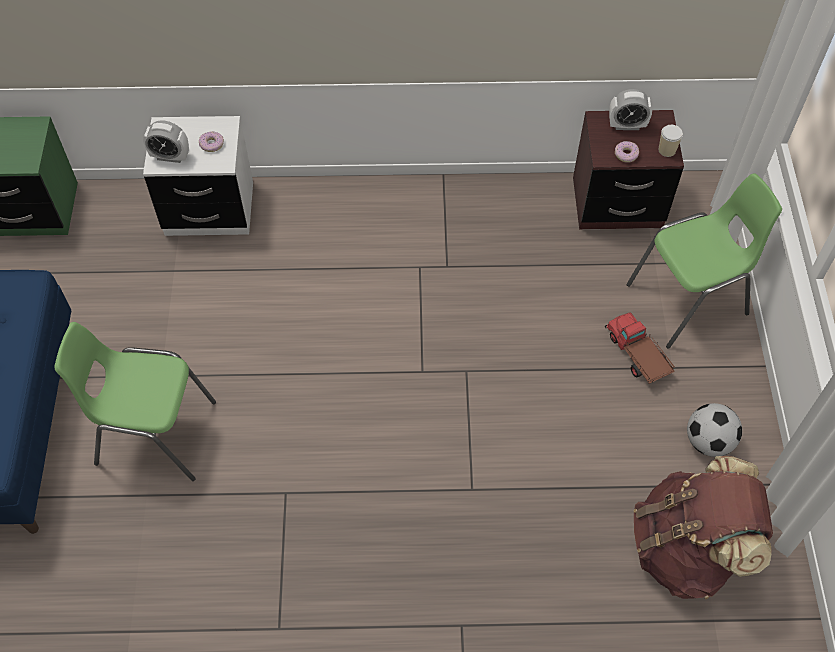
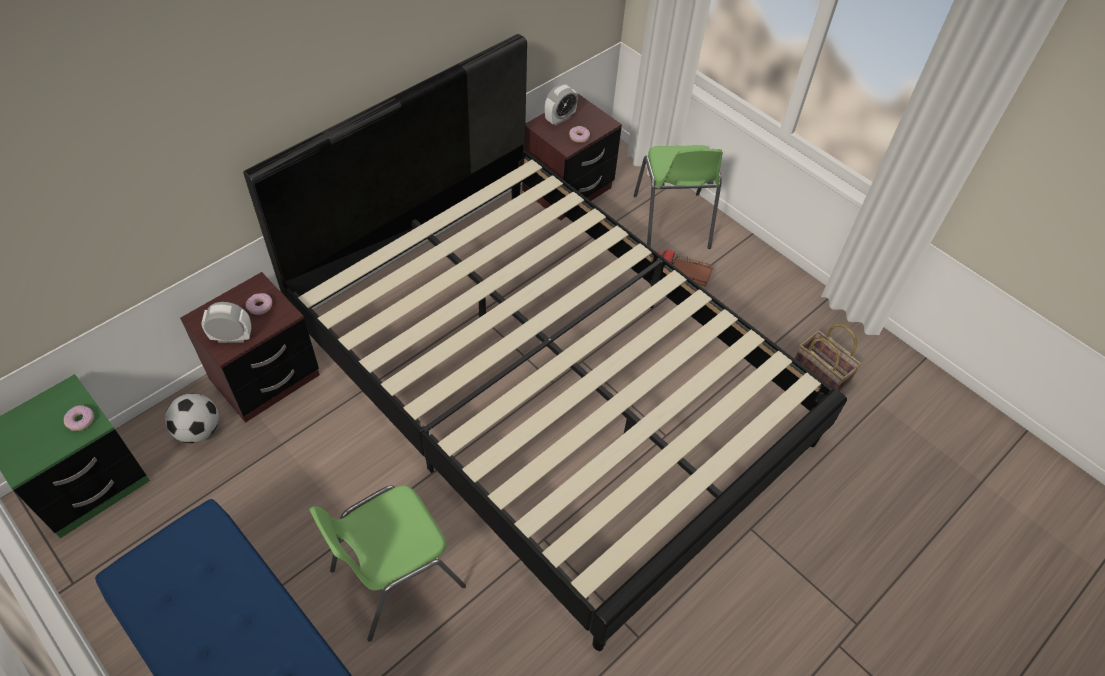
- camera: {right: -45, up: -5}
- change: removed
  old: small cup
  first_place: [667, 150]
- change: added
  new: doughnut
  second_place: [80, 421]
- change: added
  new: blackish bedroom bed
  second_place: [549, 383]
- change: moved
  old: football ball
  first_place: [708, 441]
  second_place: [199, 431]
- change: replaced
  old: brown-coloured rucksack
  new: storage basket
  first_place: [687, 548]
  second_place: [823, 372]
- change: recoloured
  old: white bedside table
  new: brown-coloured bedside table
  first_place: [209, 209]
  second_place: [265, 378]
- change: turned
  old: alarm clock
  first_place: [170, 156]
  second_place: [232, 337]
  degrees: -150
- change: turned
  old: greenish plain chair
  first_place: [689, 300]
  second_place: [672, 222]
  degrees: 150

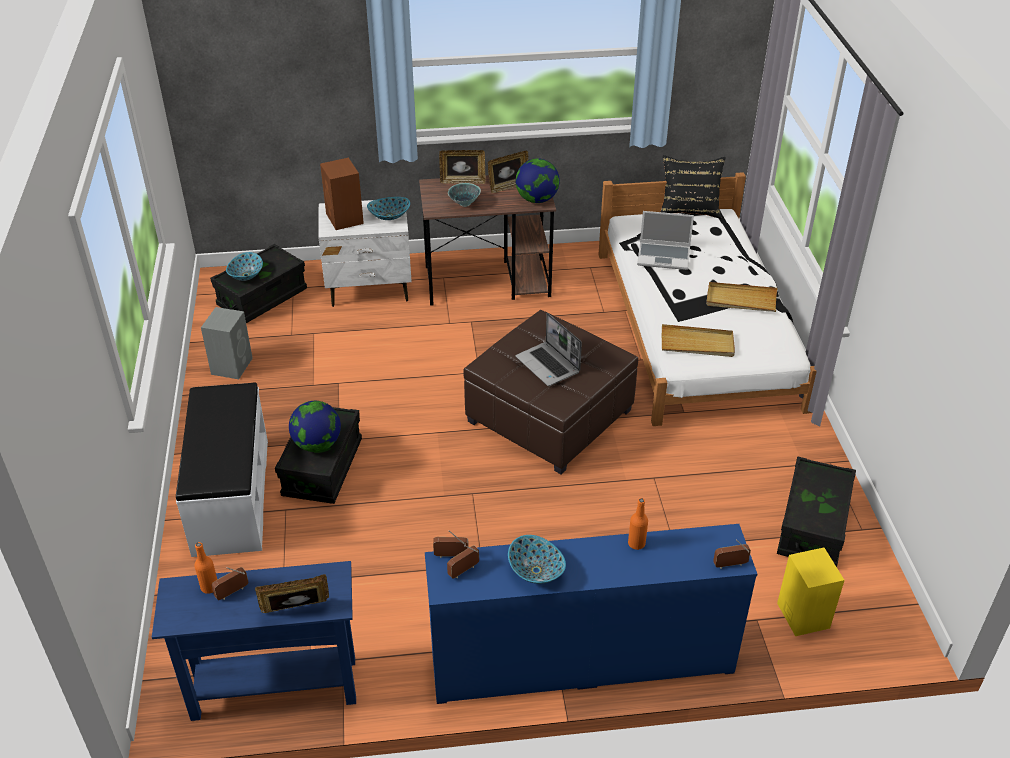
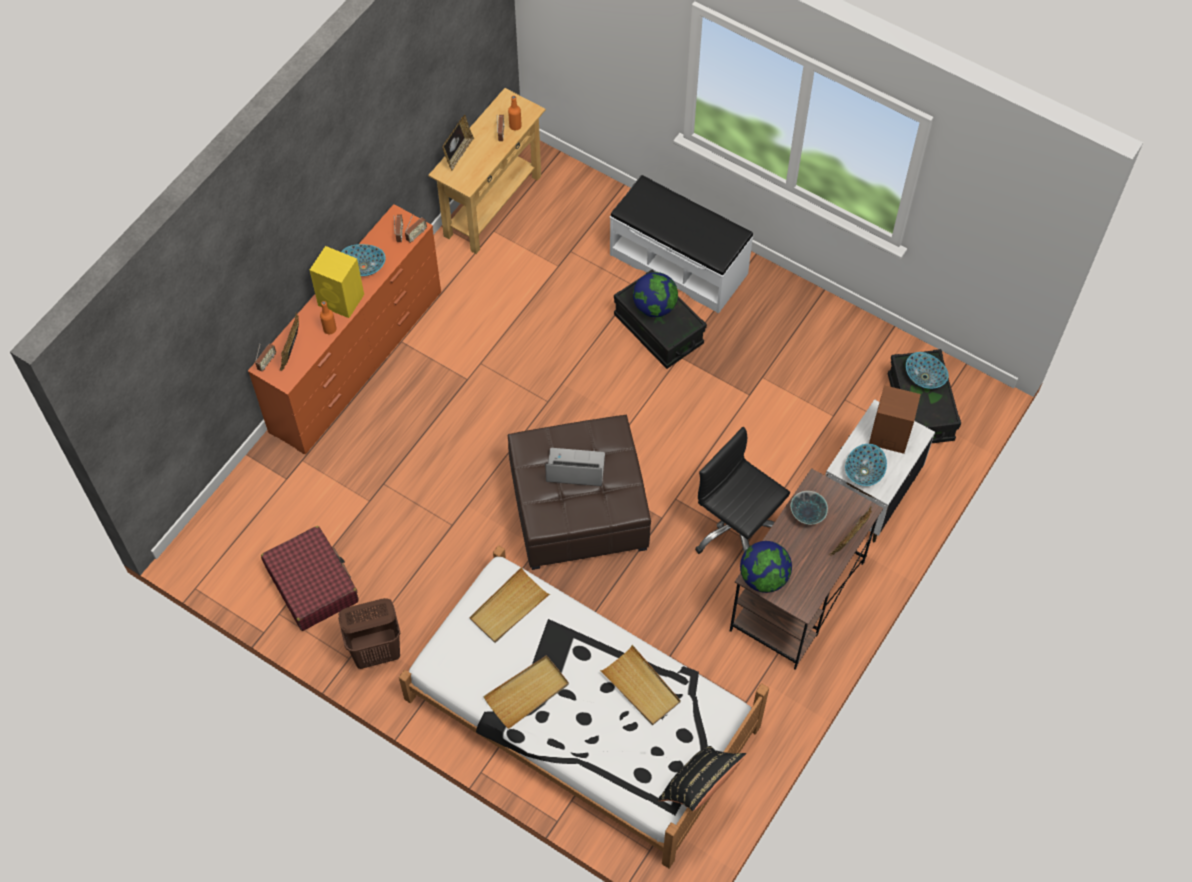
- camera: {right: 130, up: 20}
- change: removed
  old: grey audio speaker
  first_place: [232, 365]
- change: added
  new: brown-coloured hamper
  second_place: [377, 651]
- change: added
  new: blackish computer chair
  second_place: [736, 529]
- change: moved
  old: picture frame
  first_place: [508, 186]
  second_place: [292, 351]
- change: moved
  old: yellowish audio speaker
  first_place: [802, 614]
  second_place: [342, 300]
- change: replaced
  old: laptop
  new: beige tray
  first_place: [664, 256]
  second_place: [641, 687]
- change: replaced
  old: blackish storage container
  new: red-coloured travel case
  first_place: [812, 527]
  second_place: [312, 584]
- change: recoloured
  old: blue-coloured console table
  new: beige console table
  first_place: [274, 688]
  second_place: [492, 206]
- change: recoloured
  old: blue-coloured dresser
  new: orange dresser
  first_place: [581, 661]
  second_place: [357, 361]

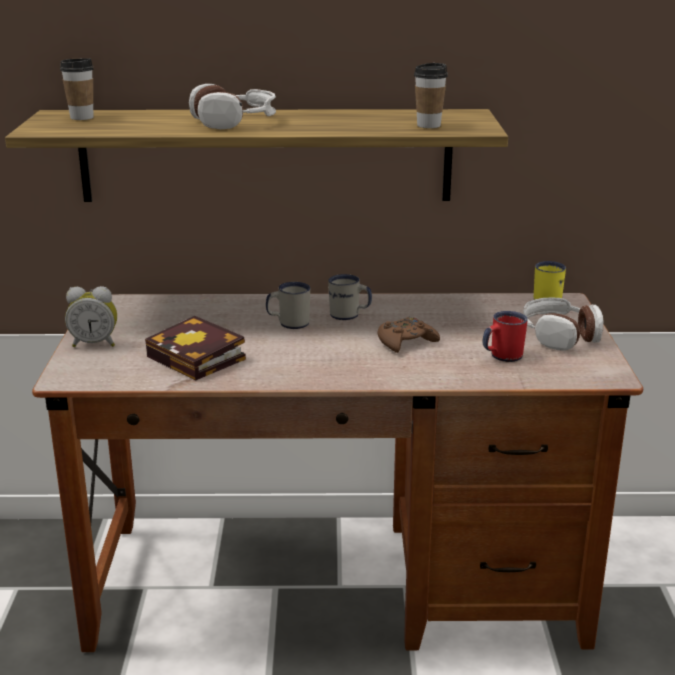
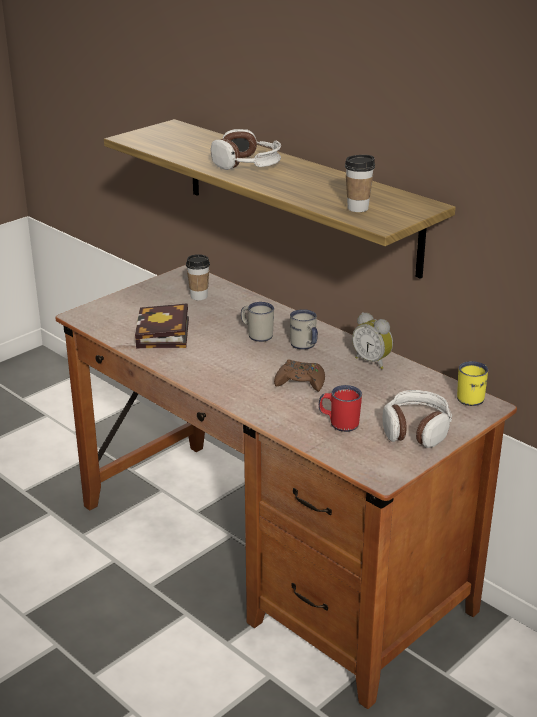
- camera: {right: 45, up: 5}
- change: moved
  old: small cup
  first_place: [82, 117]
  second_place: [199, 296]
- change: moved
  old: alarm clock
  first_place: [95, 343]
  second_place: [373, 361]

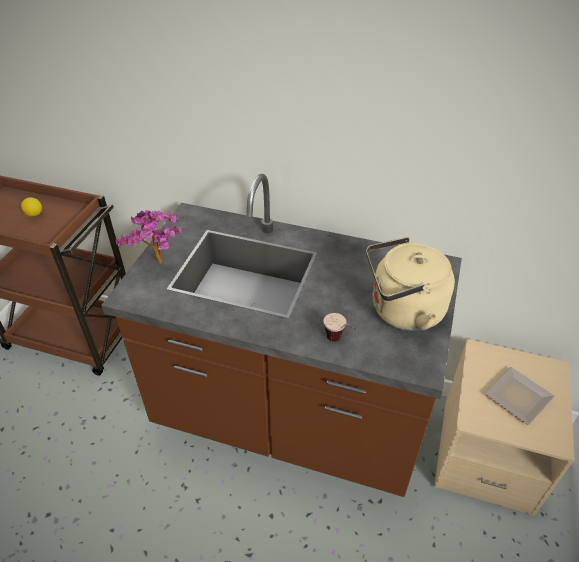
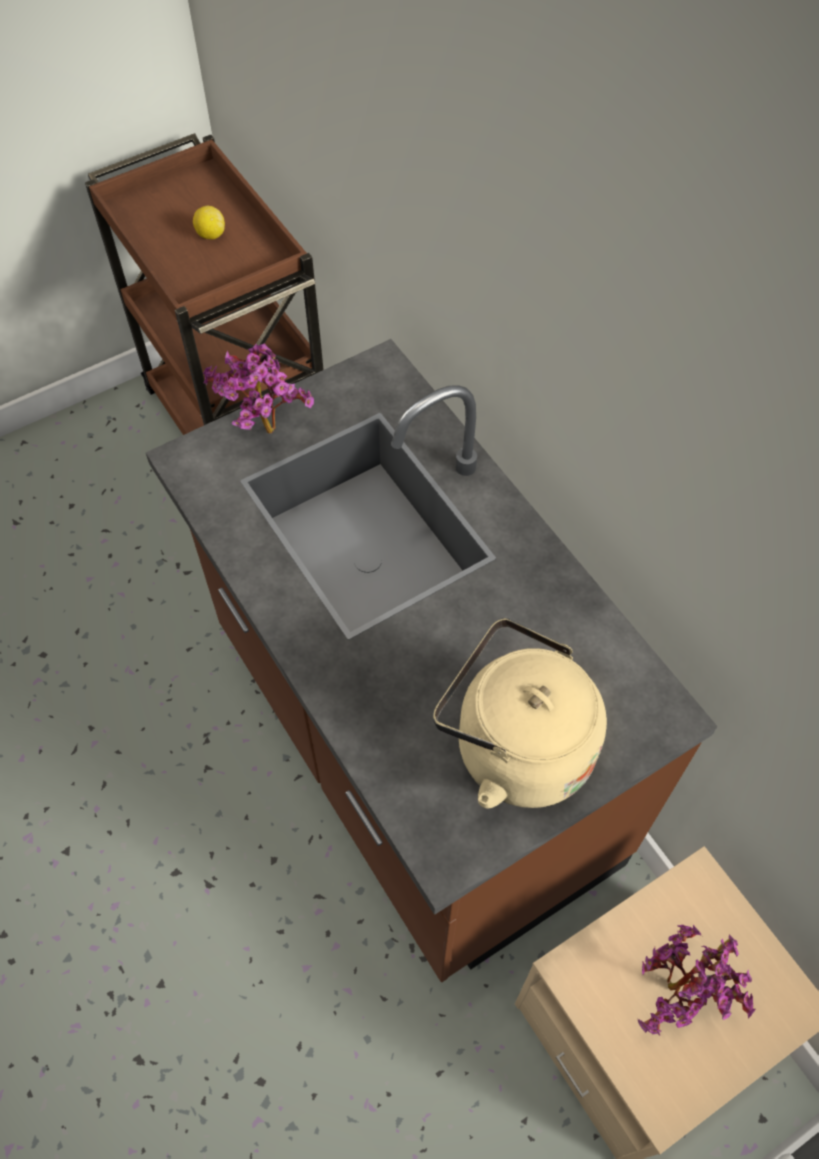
- camera: {right: 40, up: 15}
- change: removed
  old: small cup
  first_place: [339, 341]
- change: replaced
  old: flat dish
  new: houseplant
  first_place: [515, 397]
  second_place: [676, 993]

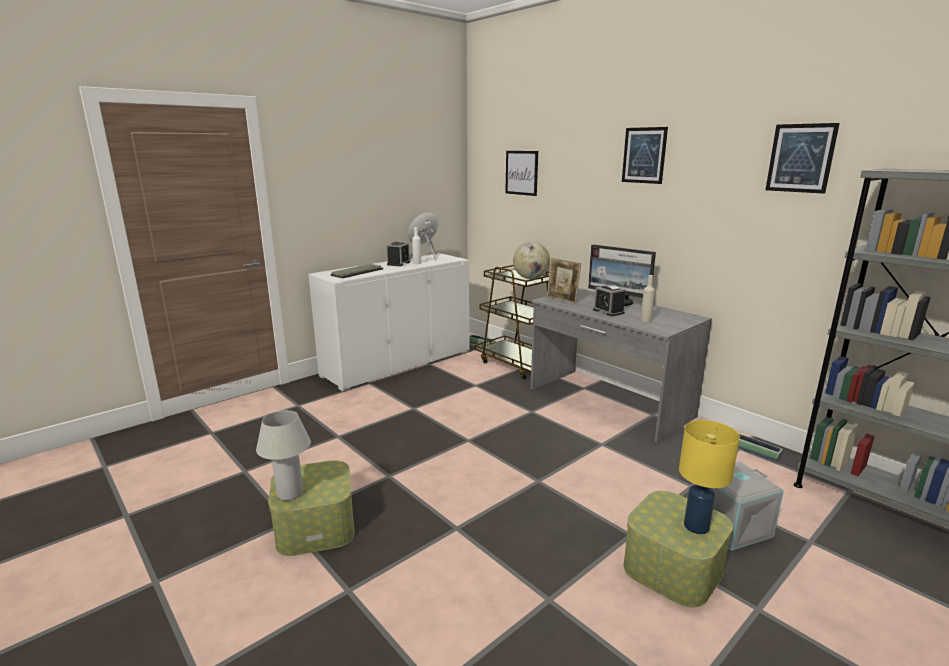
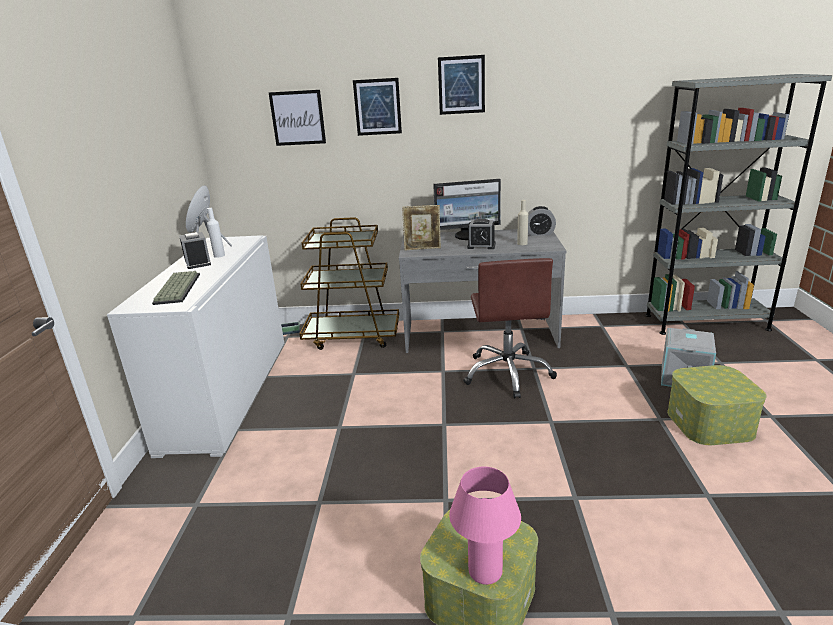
- camera: {right: -45, up: 5}
- change: removed
  old: globe
  first_place: [531, 278]
- change: removed
  old: yellowish tabletop lamp
  first_place: [695, 526]
- change: removed
  old: planter
  first_place: [755, 452]
- change: added
  new: brown-coloured computer chair
  second_place: [508, 373]
- change: added
  new: alarm clock
  second_place: [539, 234]
- change: moved
  old: wall art
  first_place: [800, 158]
  second_place: [377, 107]
- change: recoloured
  old: white tabletop lamp
  new: pinkish tabletop lamp
  first_place: [290, 493]
  second_place: [485, 571]

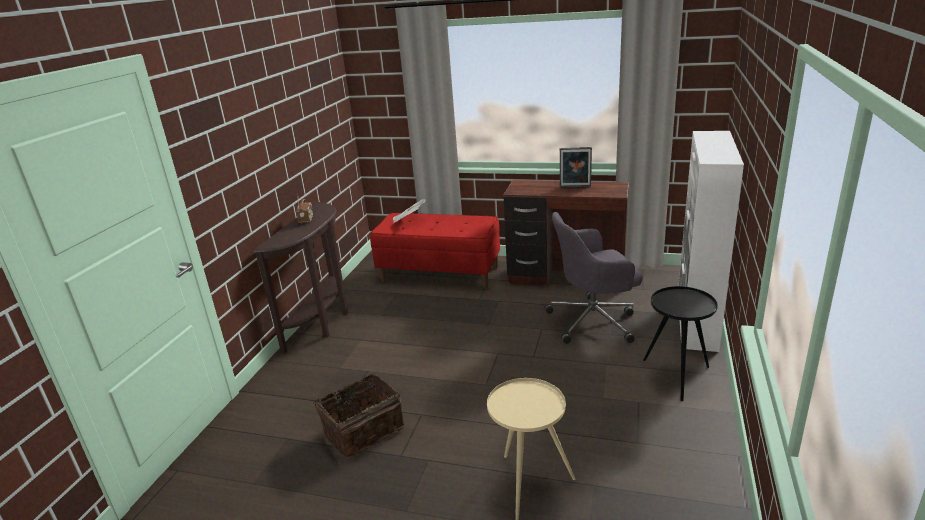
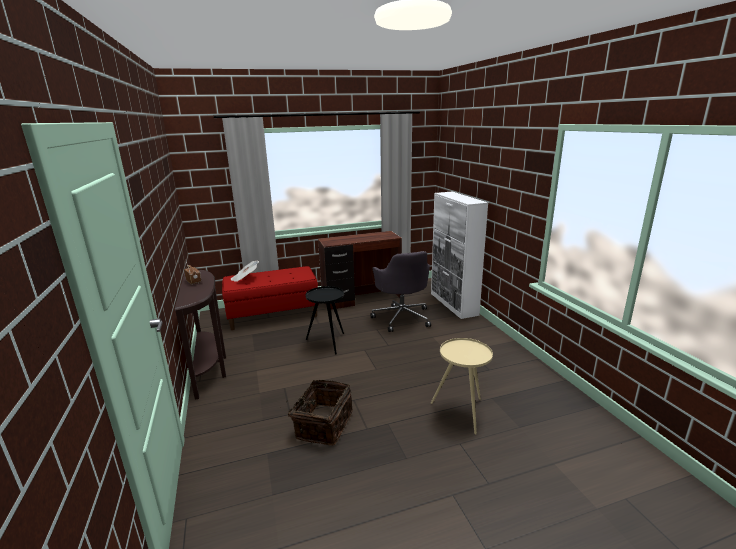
- camera: {right: -35, up: -5}
- change: removed
  old: picture frame
  first_place: [575, 187]
- change: moved
  old: blackish accent table
  first_place: [676, 377]
  second_place: [328, 343]
- change: turned
  old: grey computer chair
  first_place: [594, 321]
  second_place: [402, 317]
  degrees: -60

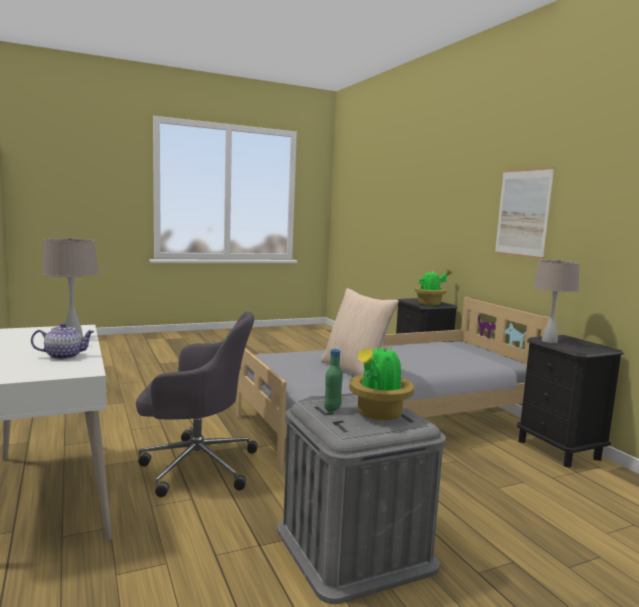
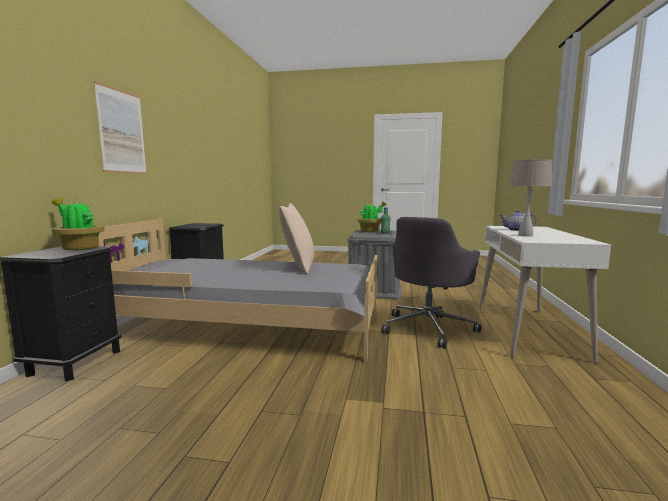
- camera: {right: -145, up: 0}
- change: removed
  old: beige tabletop lamp
  first_place: [549, 341]
- change: turned
  old: grey computer chair
  first_place: [195, 465]
  second_place: [428, 328]
  degrees: -90

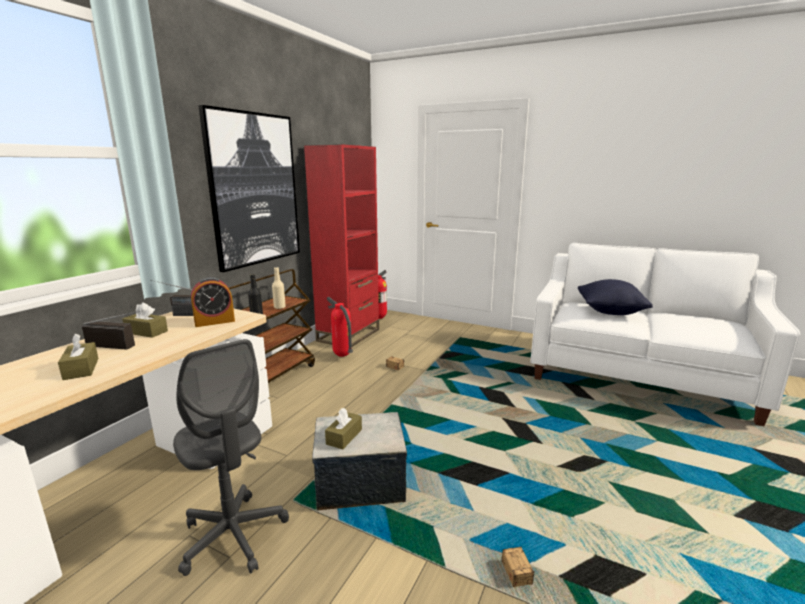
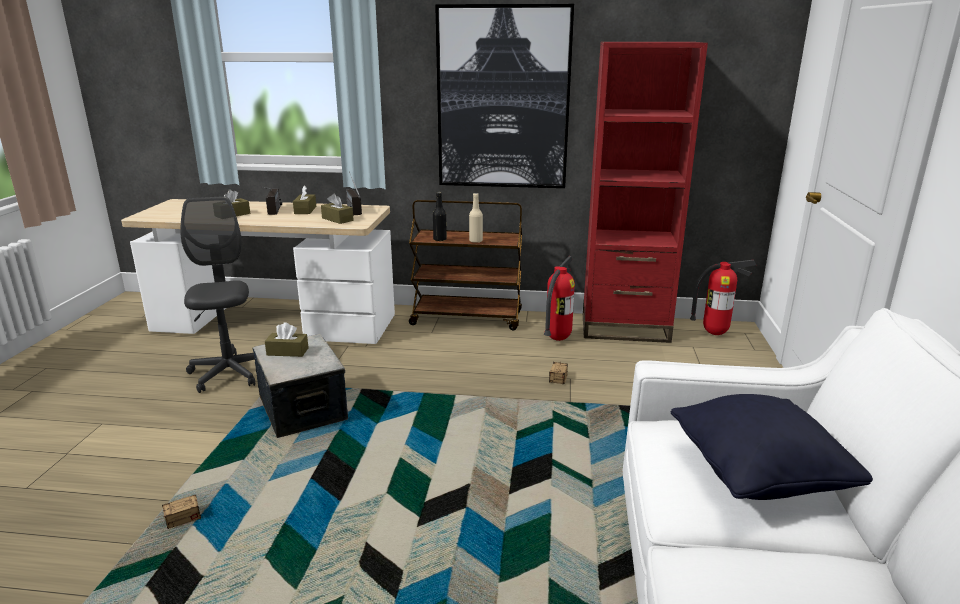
- camera: {right: 70, up: 5}
- change: replaced
  old: alarm clock
  new: brown-coloured tissue holder
  first_place: [214, 322]
  second_place: [337, 219]
- change: turned
  old: grey computer chair
  first_place: [233, 536]
  second_place: [230, 373]
  degrees: 135

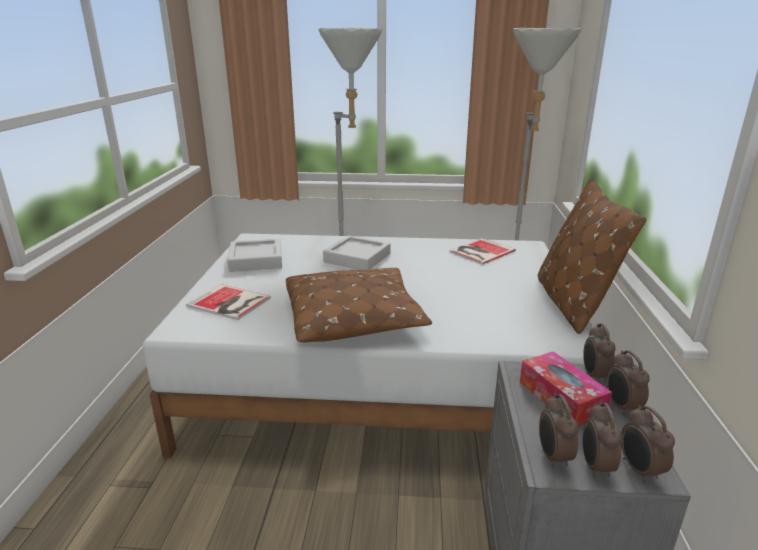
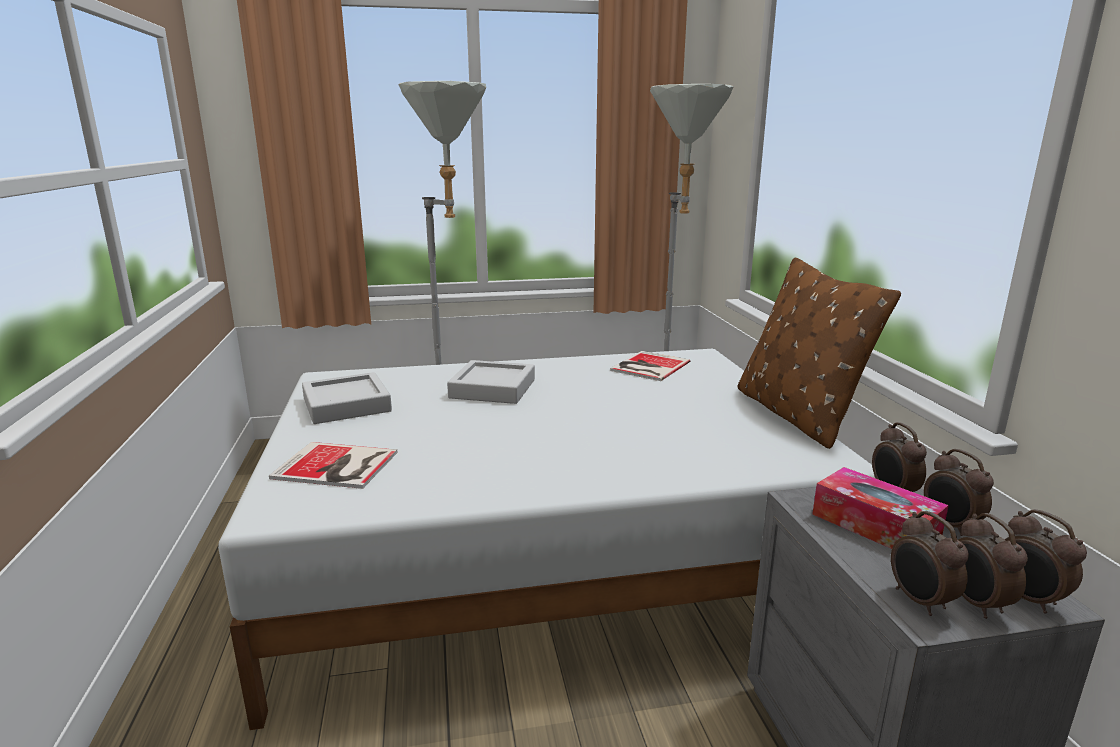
- camera: {right: -15, up: -5}
- change: removed
  old: brown-coloured pillow
  first_place: [354, 318]

